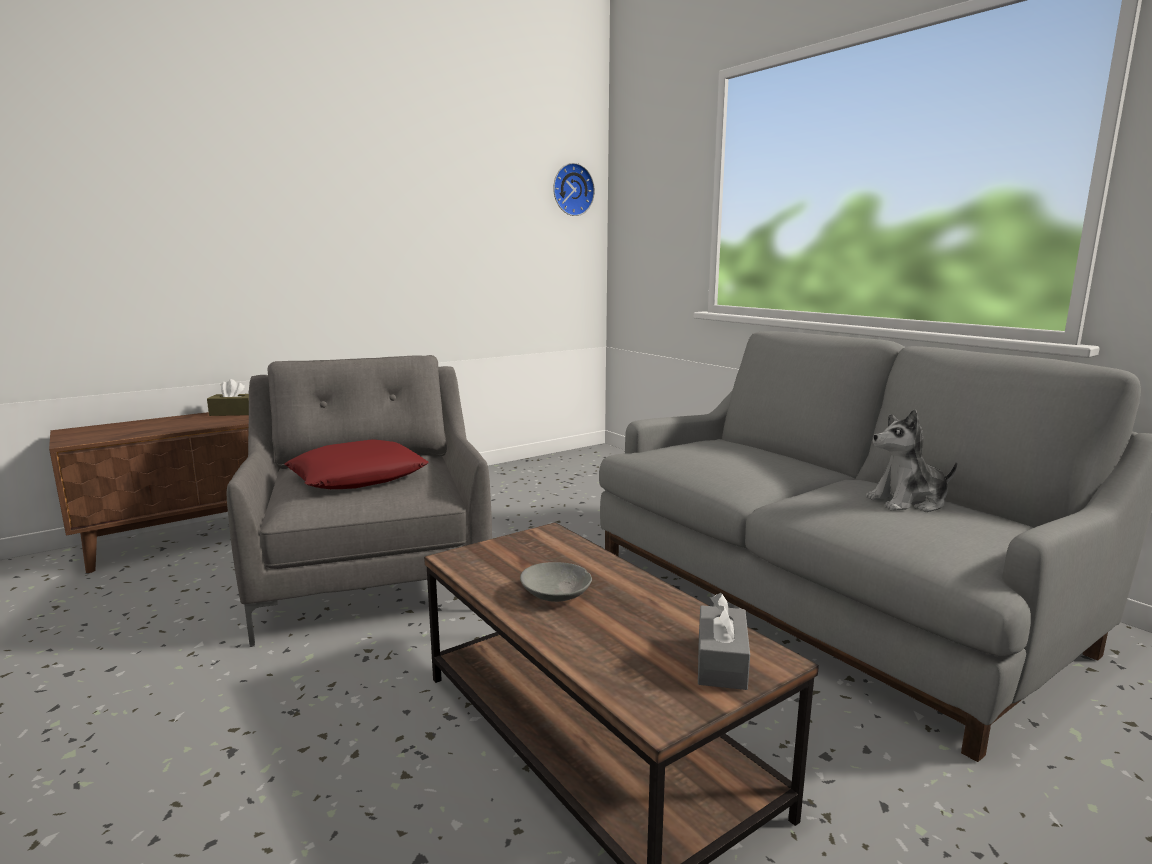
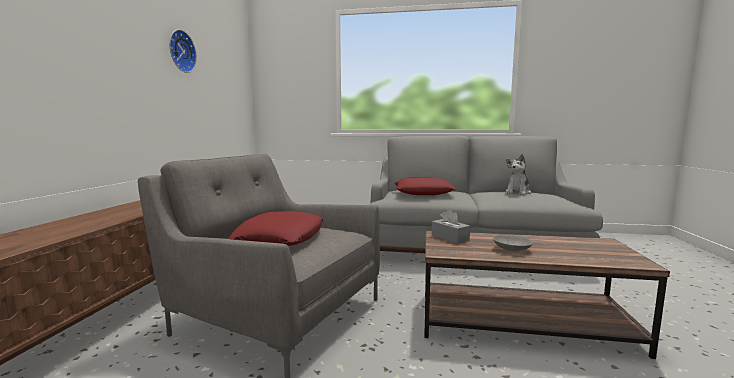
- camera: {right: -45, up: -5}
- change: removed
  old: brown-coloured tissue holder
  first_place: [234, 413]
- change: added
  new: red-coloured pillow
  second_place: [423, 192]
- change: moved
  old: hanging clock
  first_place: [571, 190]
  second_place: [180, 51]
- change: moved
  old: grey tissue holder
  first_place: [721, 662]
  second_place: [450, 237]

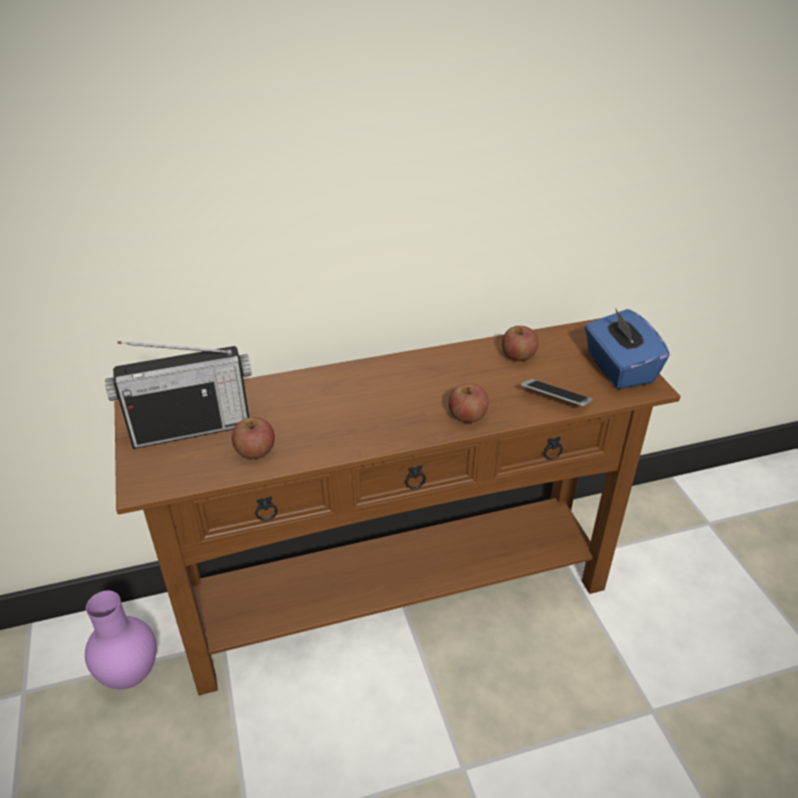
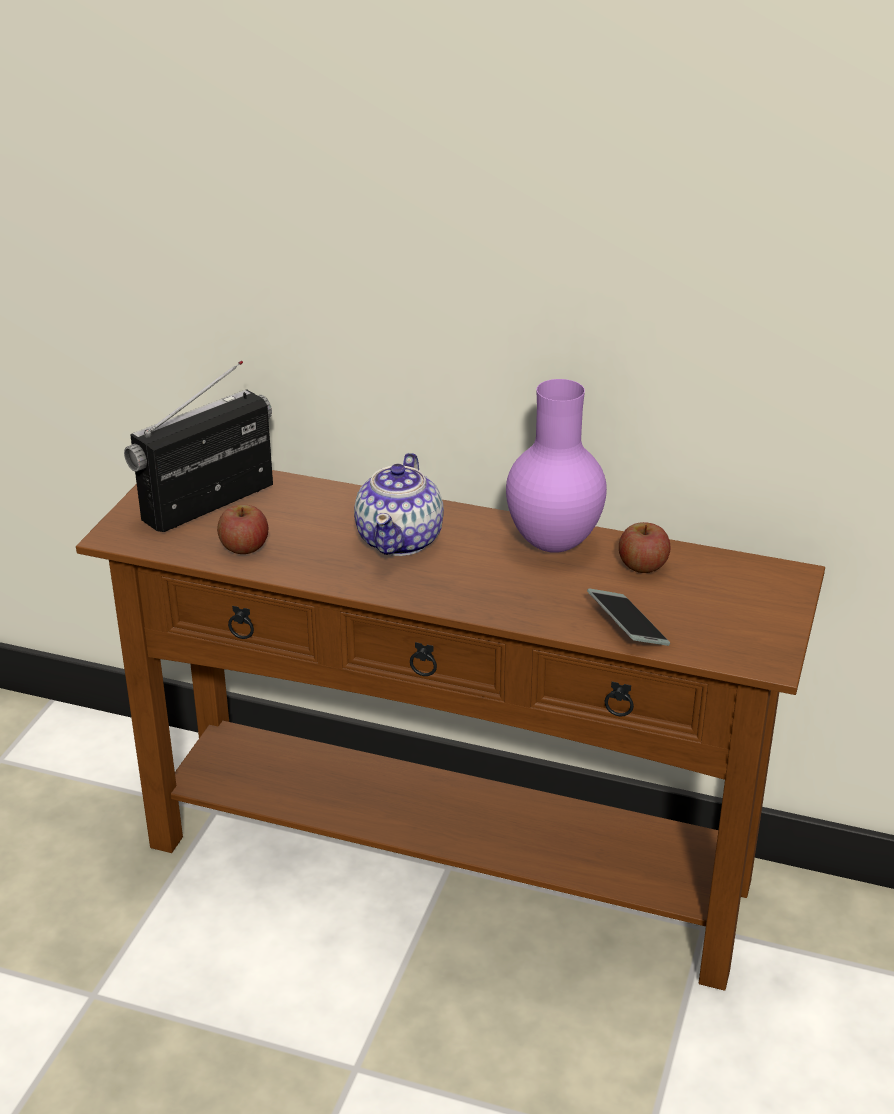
- camera: {right: 35, up: -5}
- change: removed
  old: apple fruit
  first_place: [467, 416]
- change: removed
  old: blue-coloured tissue holder
  first_place: [618, 369]
- change: added
  new: tea pot
  second_place: [401, 539]
- change: moved
  old: purple-coloured flower vase
  first_place: [131, 673]
  second_place: [555, 543]
- change: turned
  old: radio
  first_place: [191, 428]
  second_place: [208, 503]
  degrees: 120

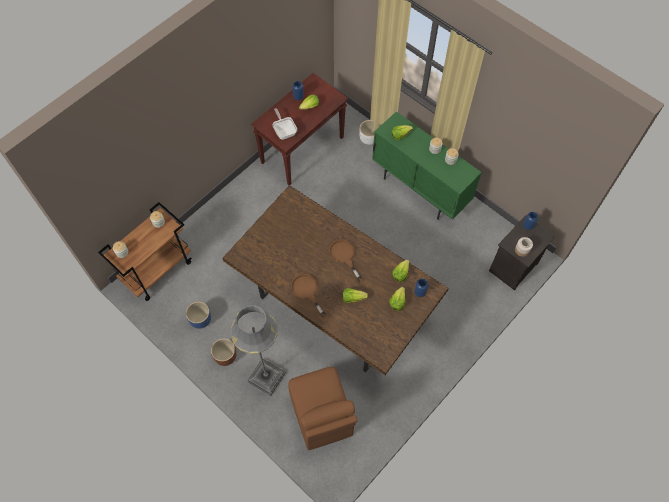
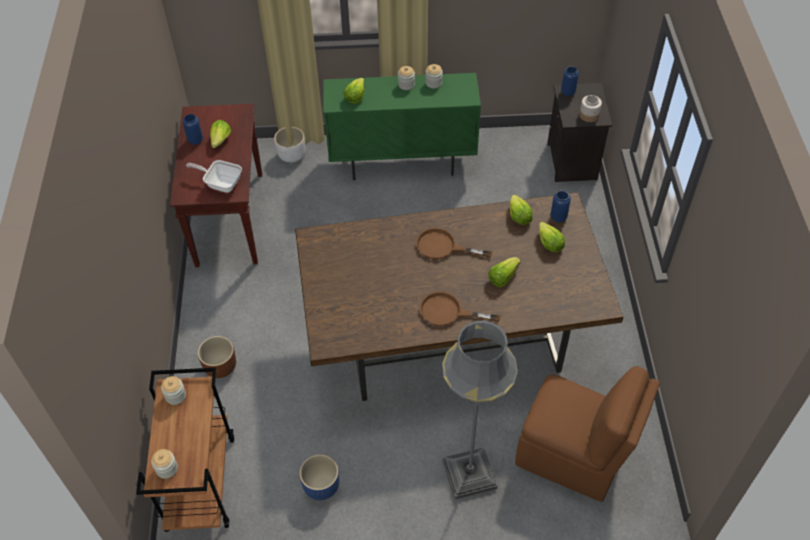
- camera: {right: -45, up: -10}
- change: moved
  old: brown-coloured planter
  first_place: [225, 357]
  second_place: [220, 367]

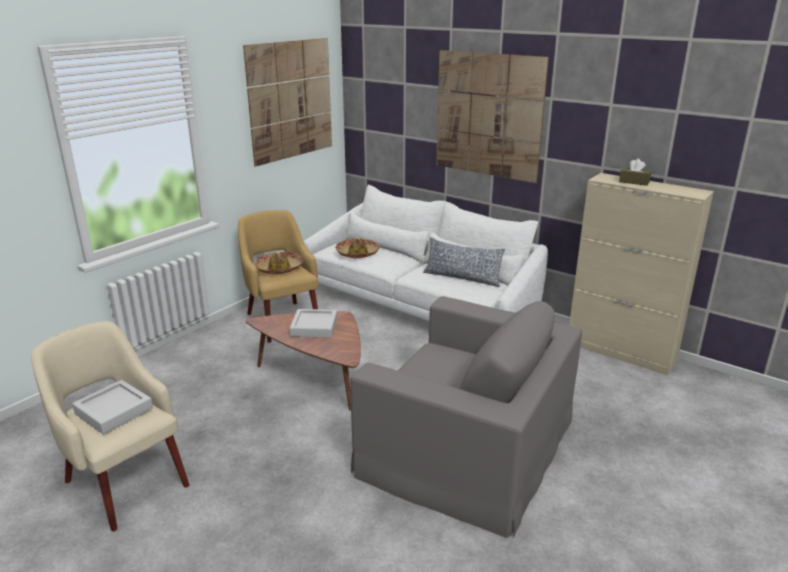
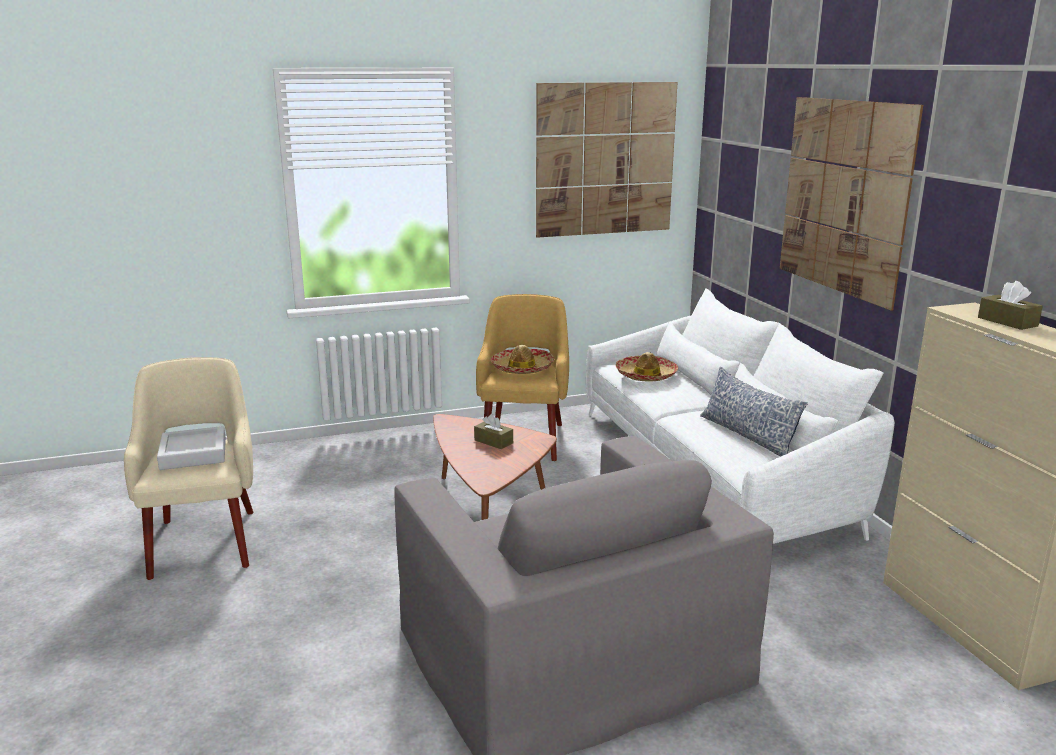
- camera: {right: 35, up: -5}
- change: replaced
  old: grey tray
  new: brown-coloured tissue holder
  first_place: [314, 327]
  second_place: [493, 441]

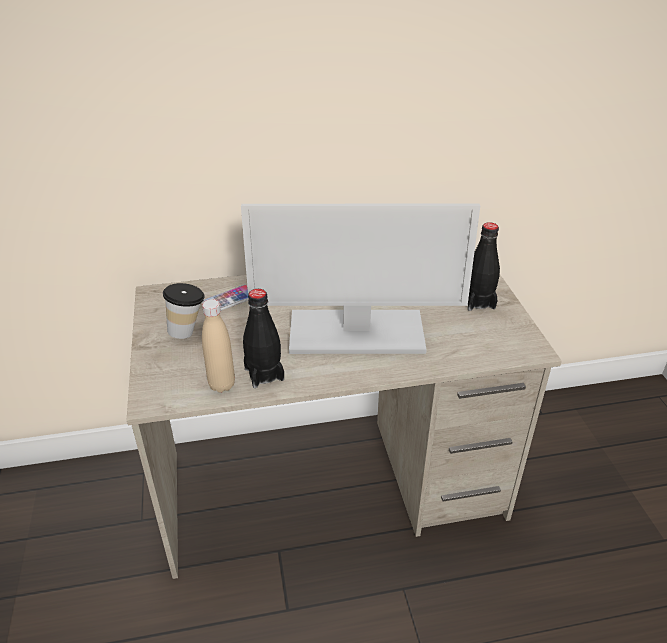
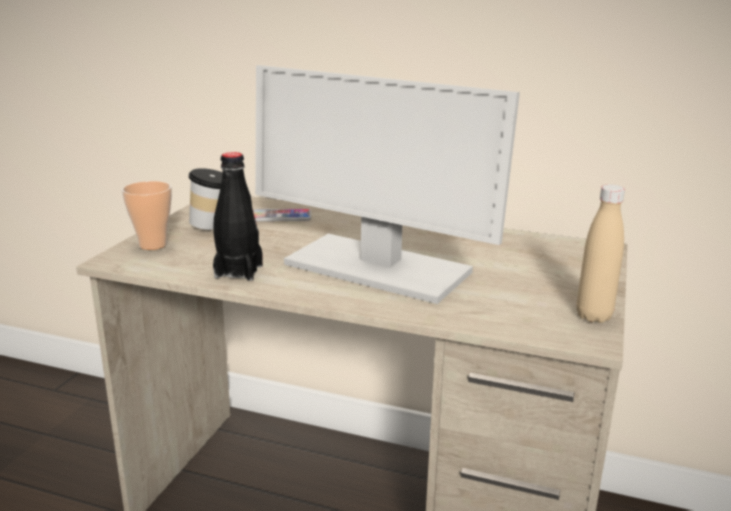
- camera: {right: 30, up: -15}
- change: removed
  old: blackish drink bottle
  first_place: [478, 301]
- change: added
  new: small cup
  second_place: [153, 245]
- change: moved
  old: beige drink bottle
  first_place: [222, 385]
  second_place: [593, 316]

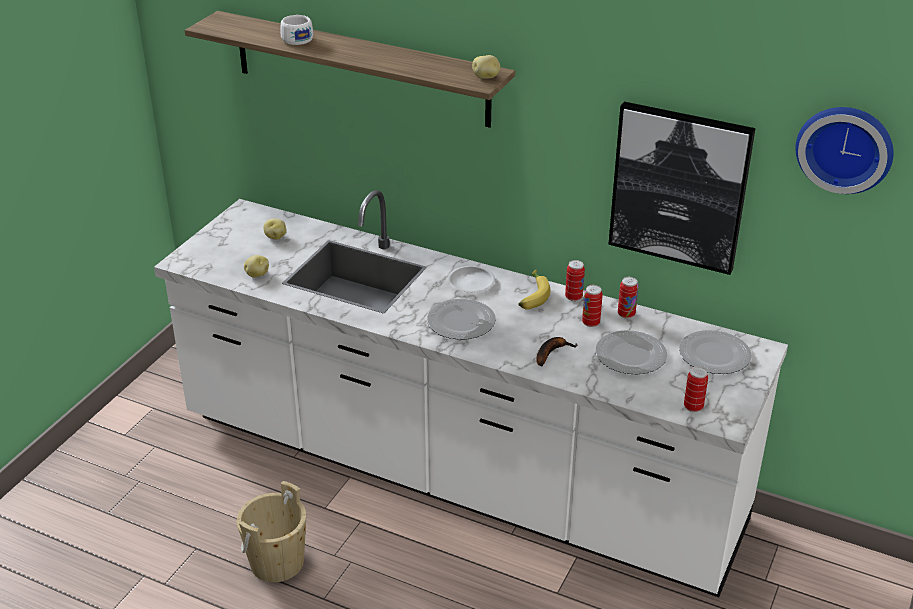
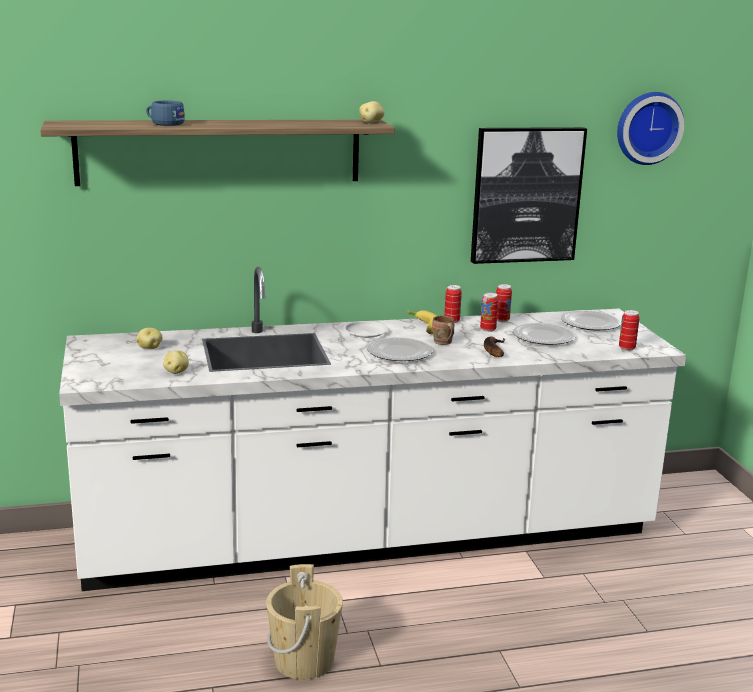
- camera: {right: -40, up: -15}
- change: added
  new: brown-coloured tea mug
  second_place: [442, 343]
- change: recoloured
  old: white small cup
  new: blue-coloured small cup
  first_place: [295, 38]
  second_place: [164, 123]

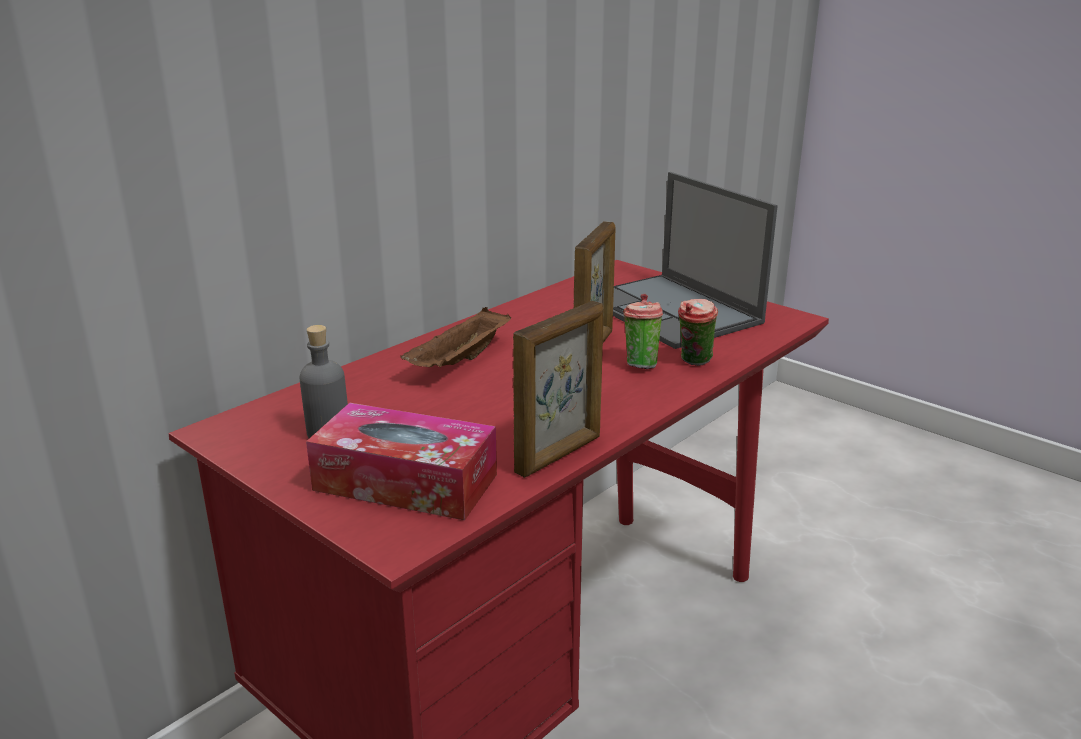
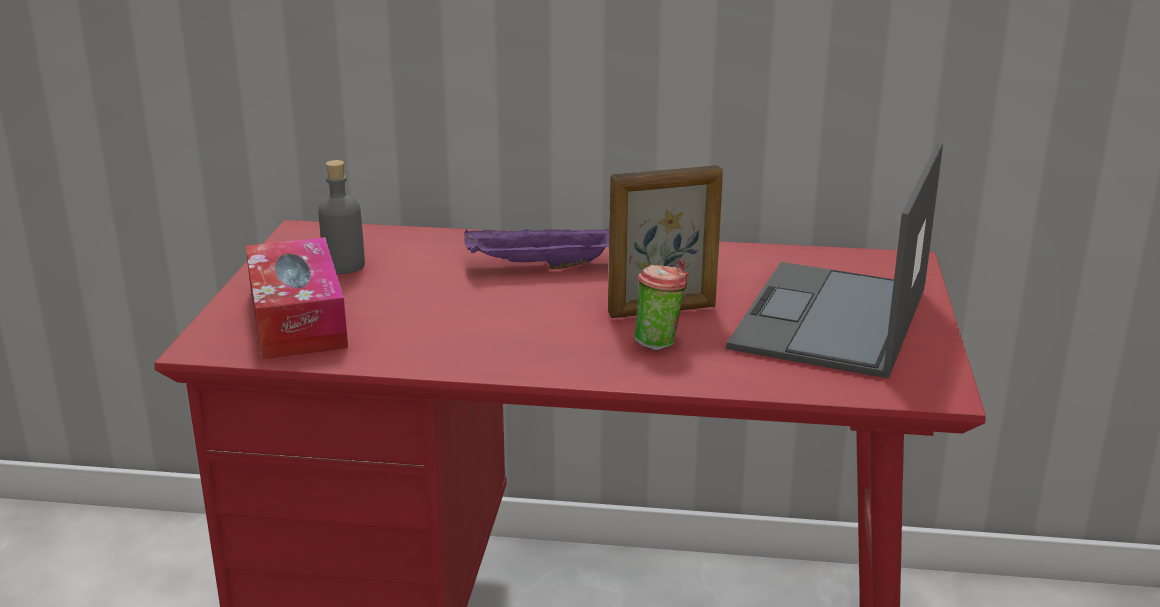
- camera: {right: 55, up: 0}
- change: removed
  old: picture frame
  first_place: [559, 455]
- change: removed
  old: small cup
  first_place: [694, 362]
- change: recoloured
  old: brown-coloured tray
  new: purple-coloured tray
  first_place: [460, 361]
  second_place: [541, 266]

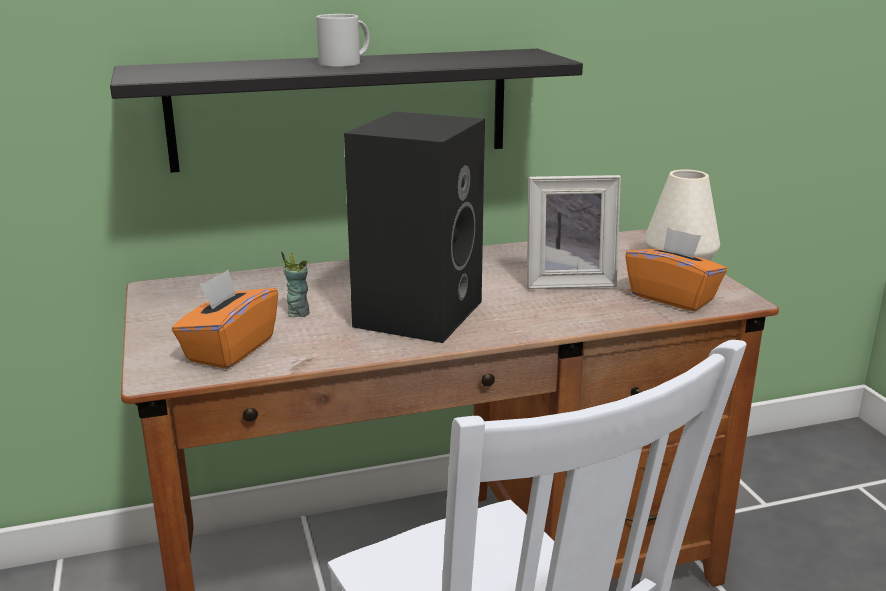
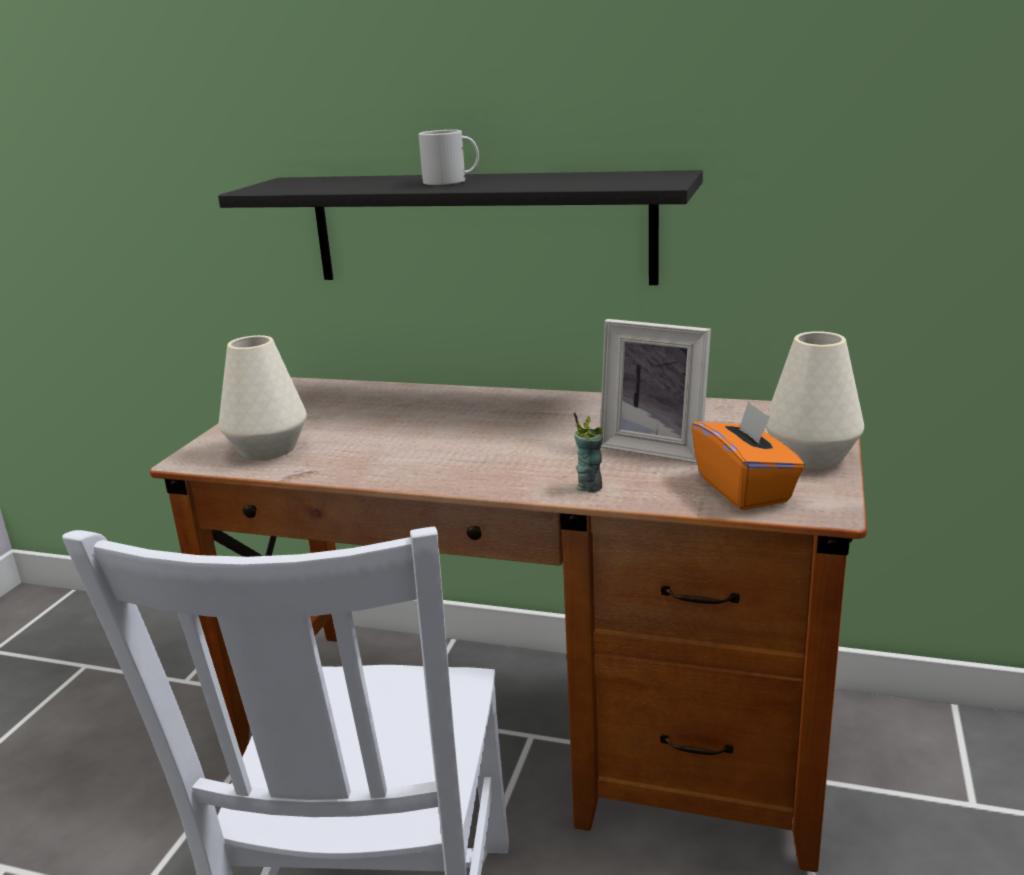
- camera: {right: 35, up: 0}
- change: removed
  old: blackish audio speaker
  first_place: [417, 312]
- change: moved
  old: small cup
  first_place: [298, 313]
  second_place: [589, 487]
- change: replaced
  old: orange tissue holder
  new: white flower vase
  first_place: [229, 350]
  second_place: [267, 449]

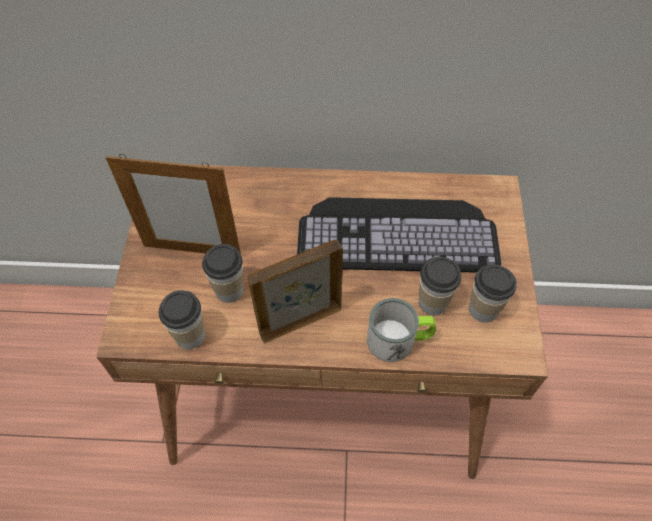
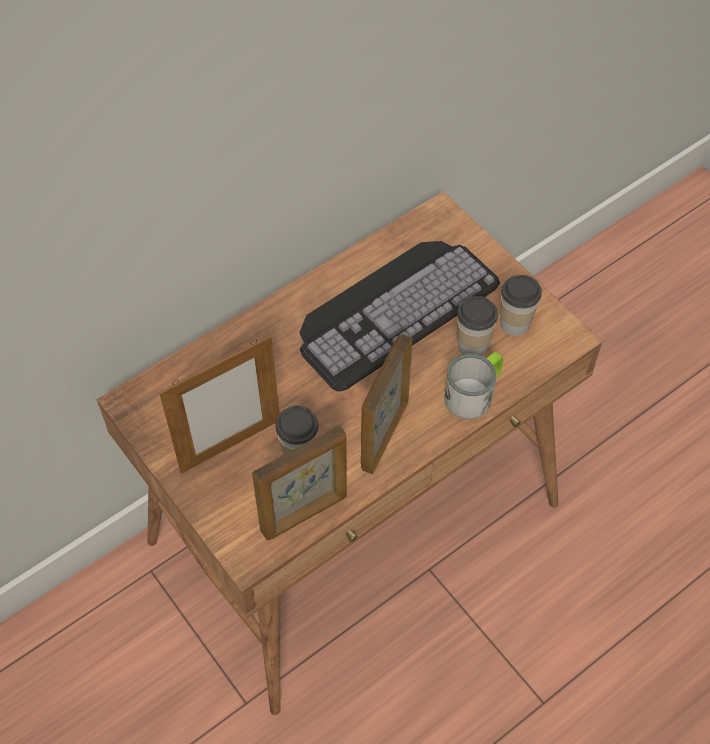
- camera: {right: -40, up: 0}
- change: replaced
  old: small cup
  new: picture frame
  first_place: [190, 335]
  second_place: [305, 514]

